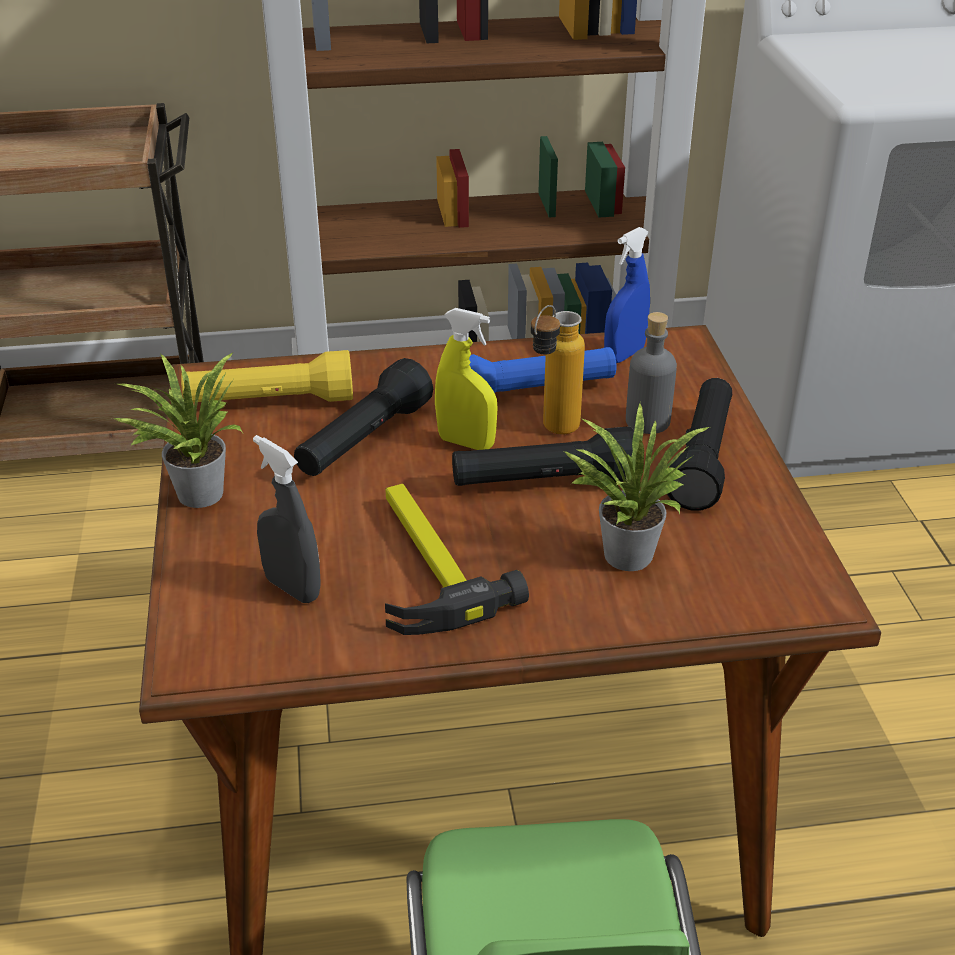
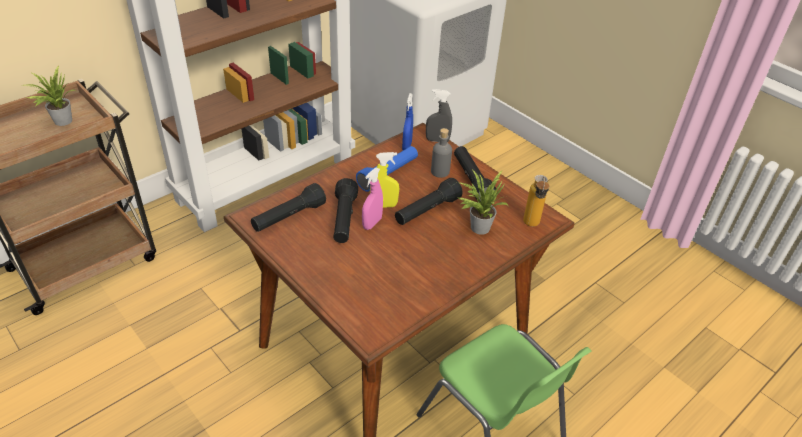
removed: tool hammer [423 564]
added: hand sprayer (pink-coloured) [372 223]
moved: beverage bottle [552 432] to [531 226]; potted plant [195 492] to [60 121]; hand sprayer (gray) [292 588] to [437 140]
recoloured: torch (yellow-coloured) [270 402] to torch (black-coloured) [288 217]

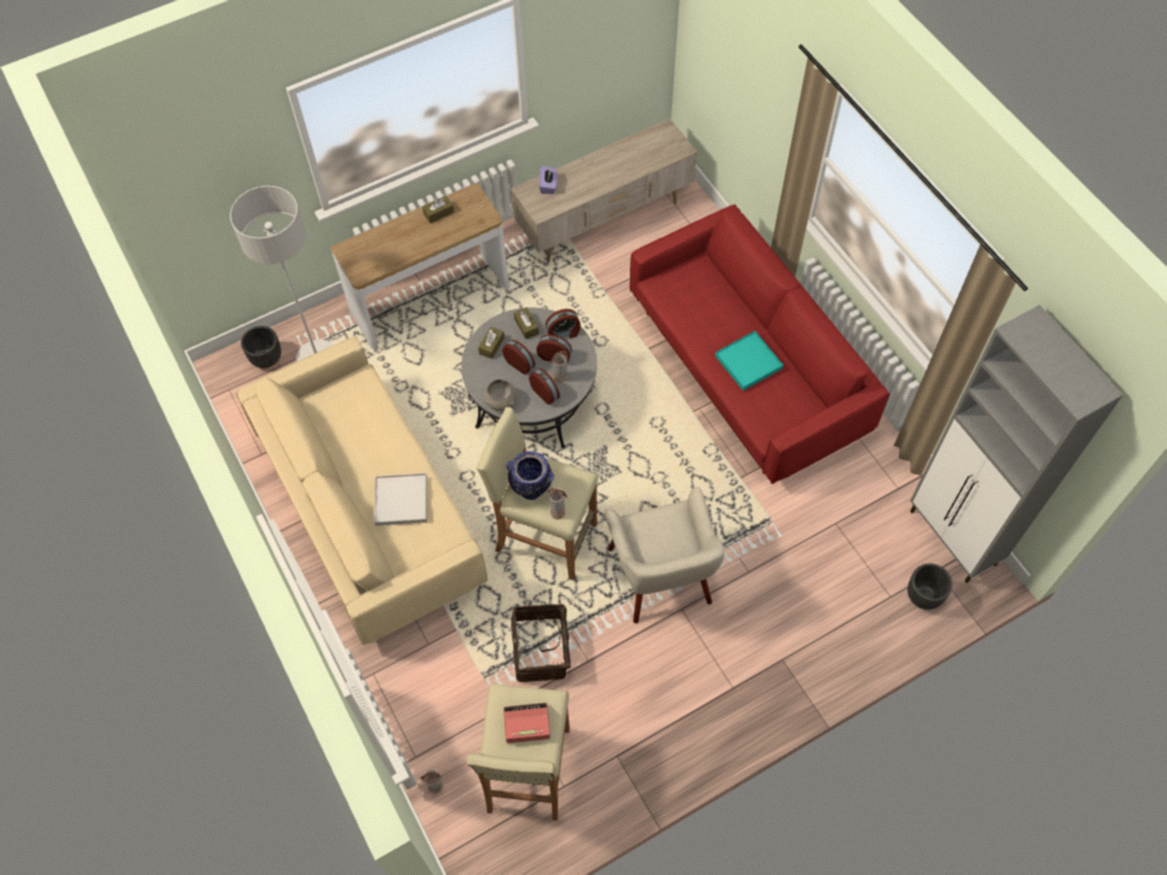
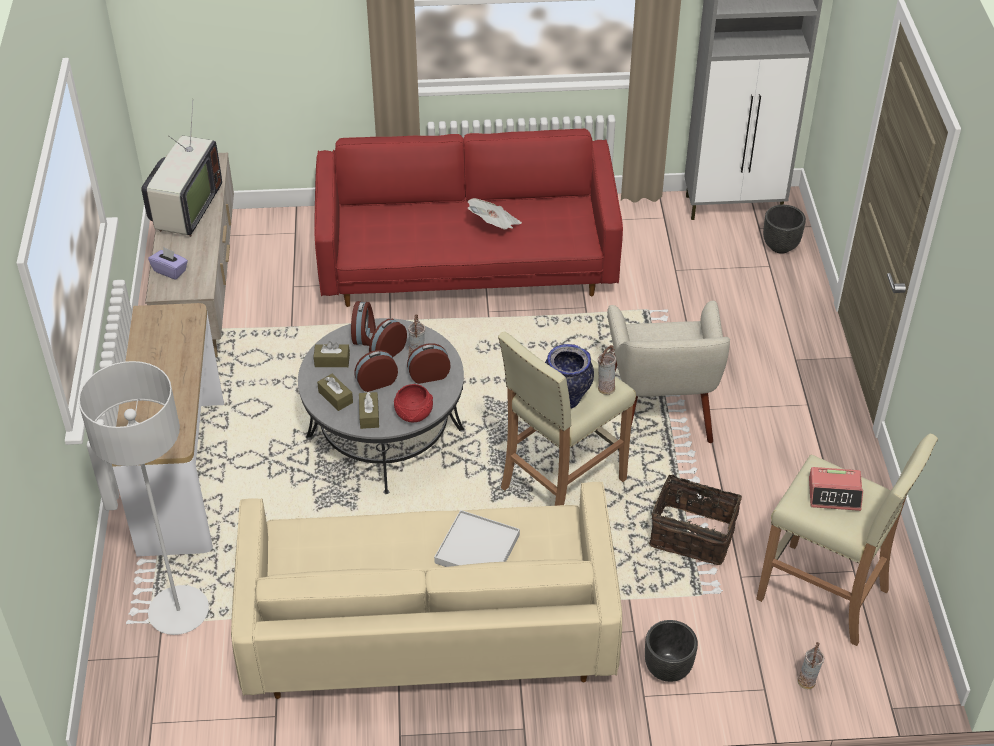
added: TV [185 210]
moved: tissue box (brown) [438 213] to [369 415]; plant pot (black-coloured) [266 359] to [667 669]
replaced: carrying tray (turquoise) [748 362] to daily paper [494 225]
recoloured: bowl (gray) [501 402] to bowl (red-coloured) [414 414]
turned: lounge chair (sand-coloured) [661 576] = [661 410] 75 degrees clockwise; table clock [526 723] = [834 494] 105 degrees counterclockwise

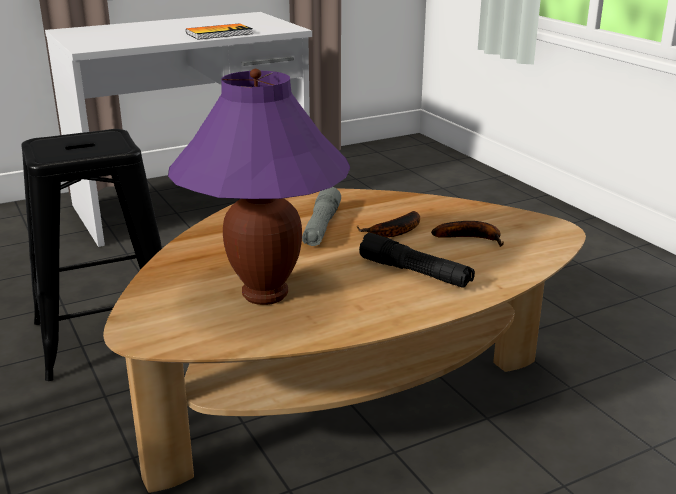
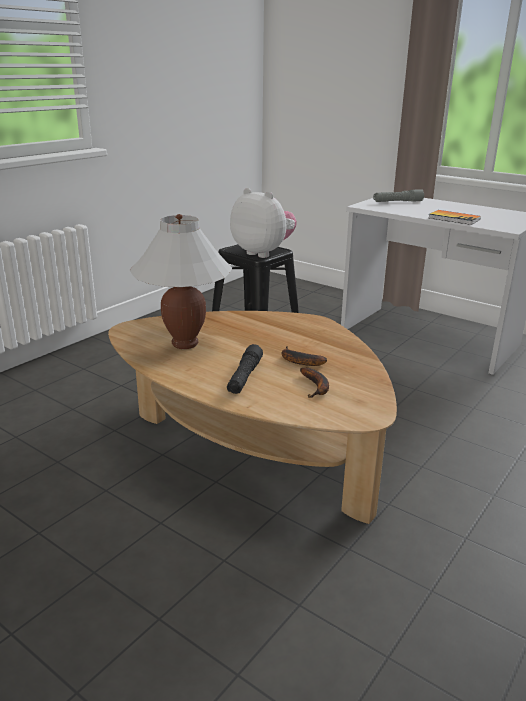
added: plush toy [263 253]
moved: torch (gray) [321 227] to [397 202]
recoloured: table lamp (purple) [264 294] to table lamp (whitish) [185 344]

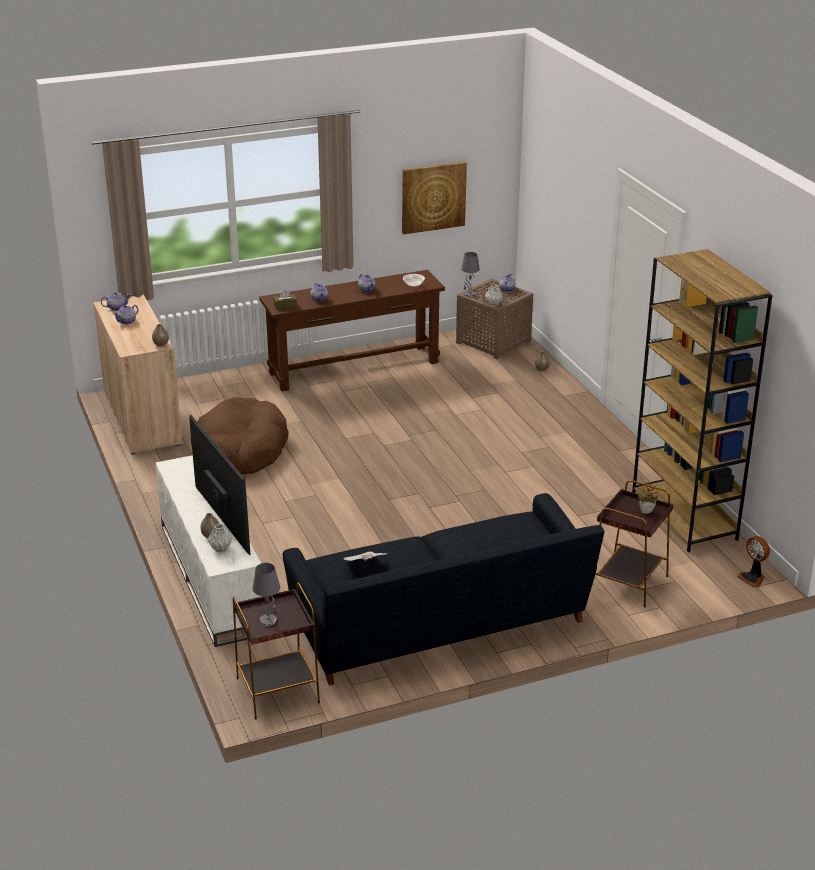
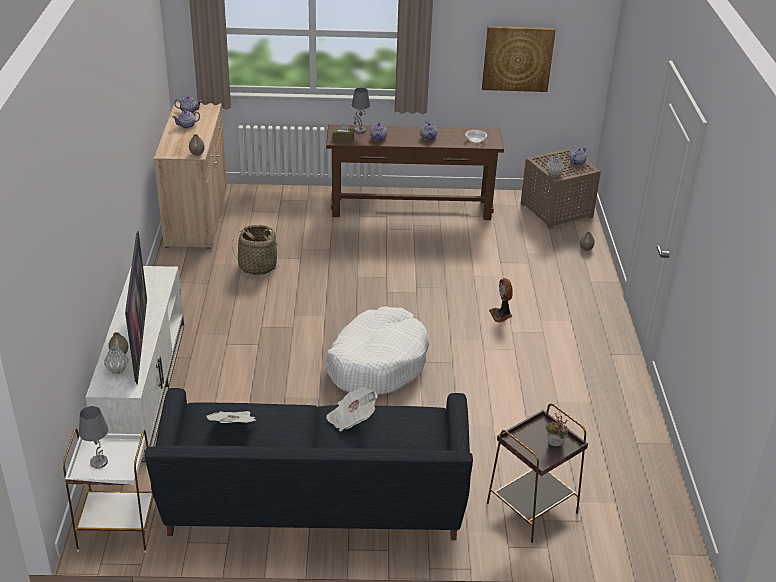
removed: bookcase (brown) [684 517]
added: dog cushion (whitish) [377 363]; daily paper [351 418]
moved: table lamp (gray) [469 294] to [360 130]; electric fan [752 578] to [501 315]
replaced: dog cushion (brown) [240 450] to storage basket [257 266]
recoloured: side table (brown) [276 690] to side table (whitish) [117 525]

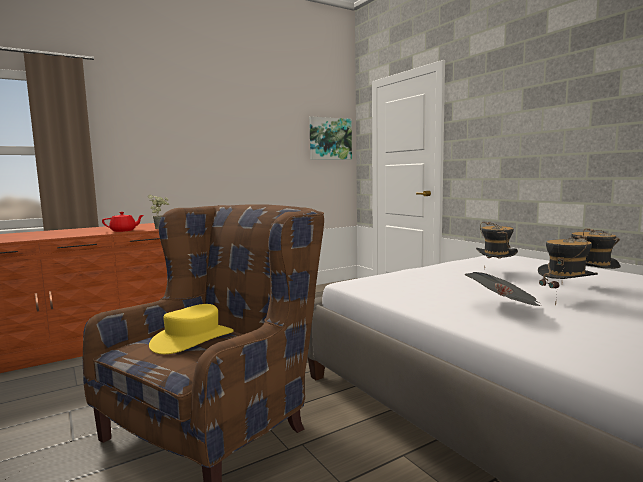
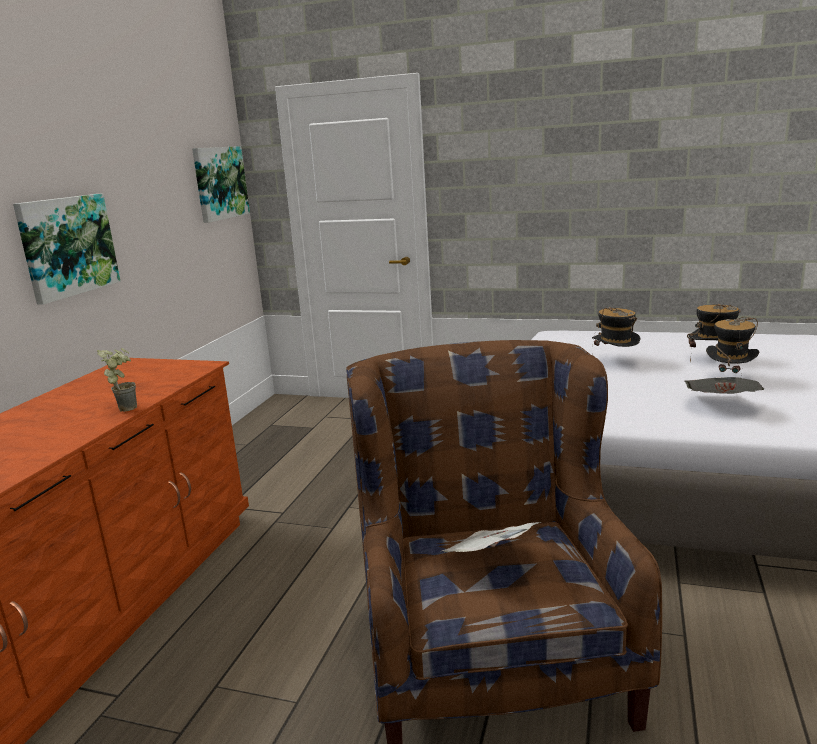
removed: teapot (red-coloured) [124 231]
added: wall art [67 246]
replaced: wearable hat (yellow-coloured) [193 339] to daily paper [490 560]

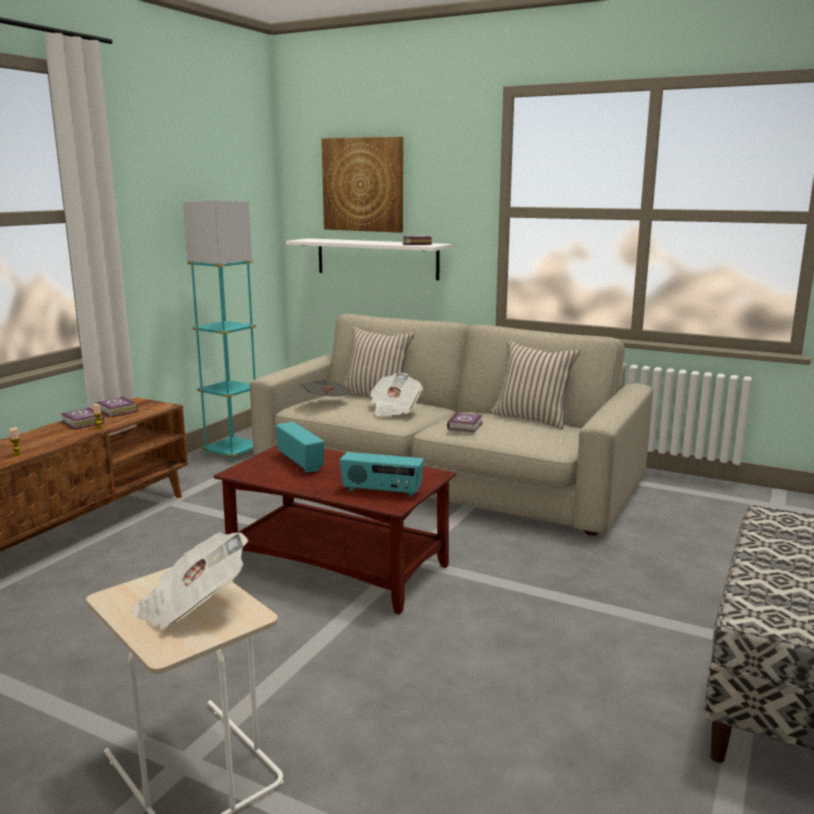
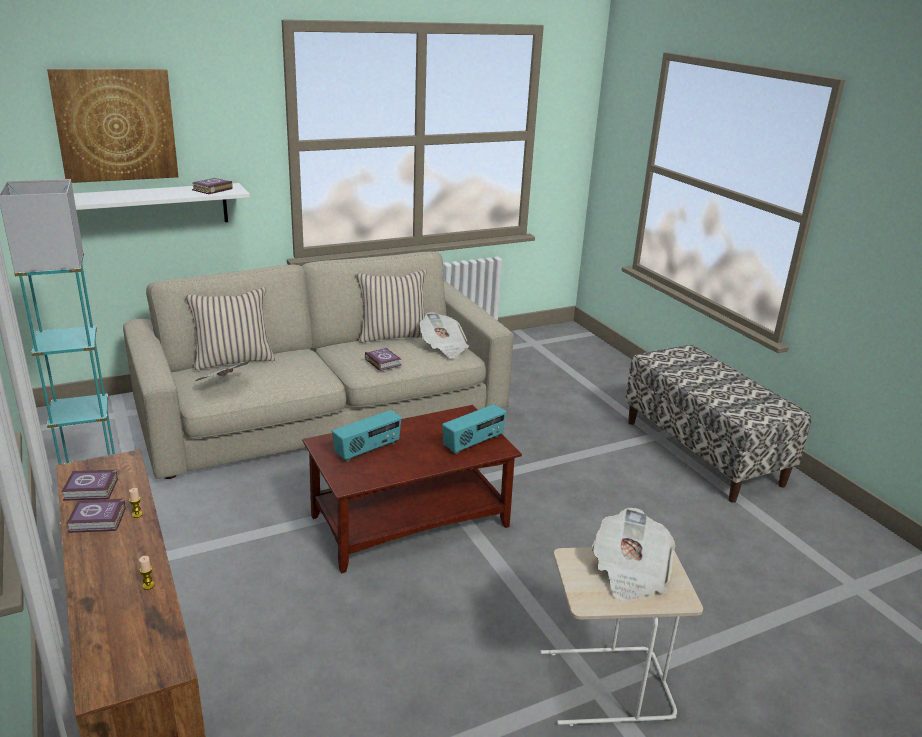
moved: daily paper [394 409] to [443 347]
turned: radio set [301 462] = [368 450] 135 degrees clockwise

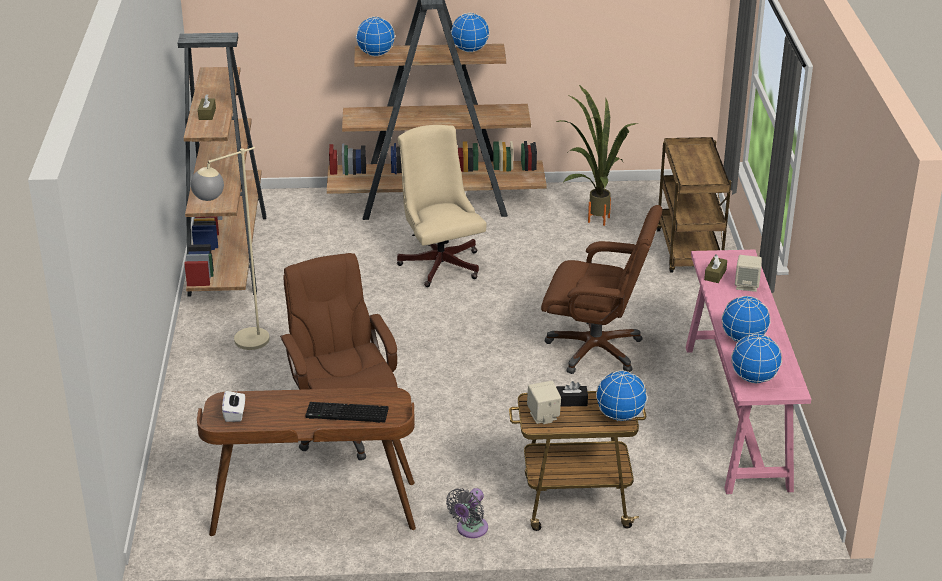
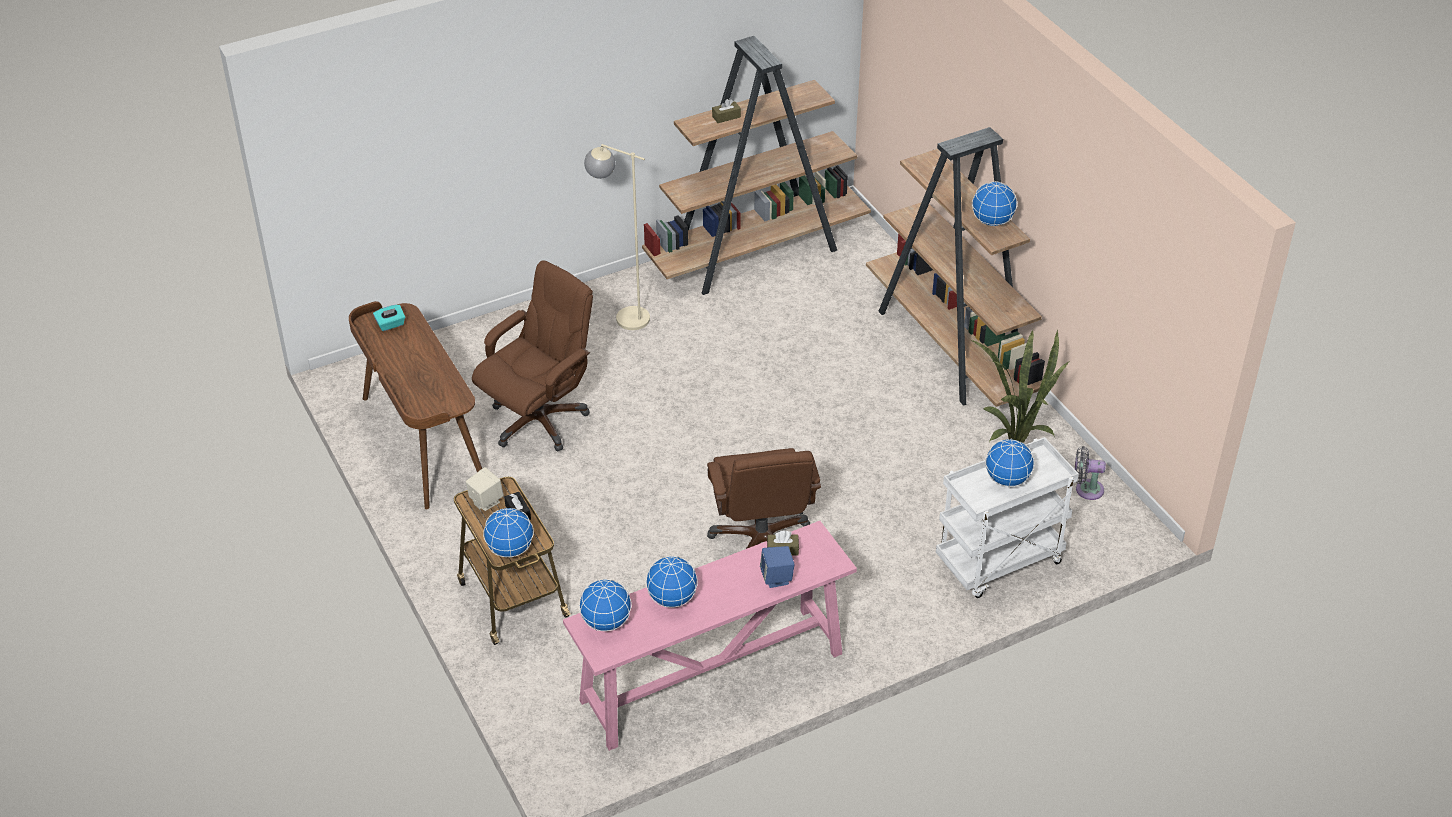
removed: computer chair (sand-coloured) [440 262]; PC keyboard [346 414]
moved: globe [376 54] to [1007 480]; electric fan (gray) [470 529] to [1086 489]
recoloured: trolley (brown) [689 252] to trolley (whitish) [999 563]; speaker (sand-coloured) [747 285] to speaker (blue) [777 578]; tissue box (whitish) [235 414] to tissue box (turquoise) [390 324]

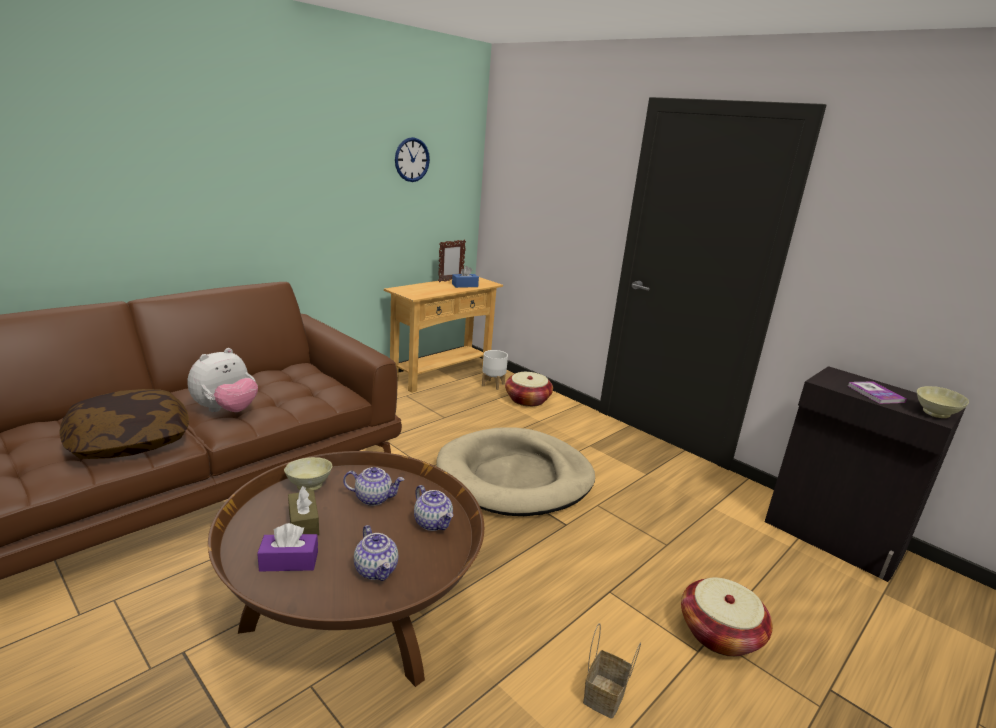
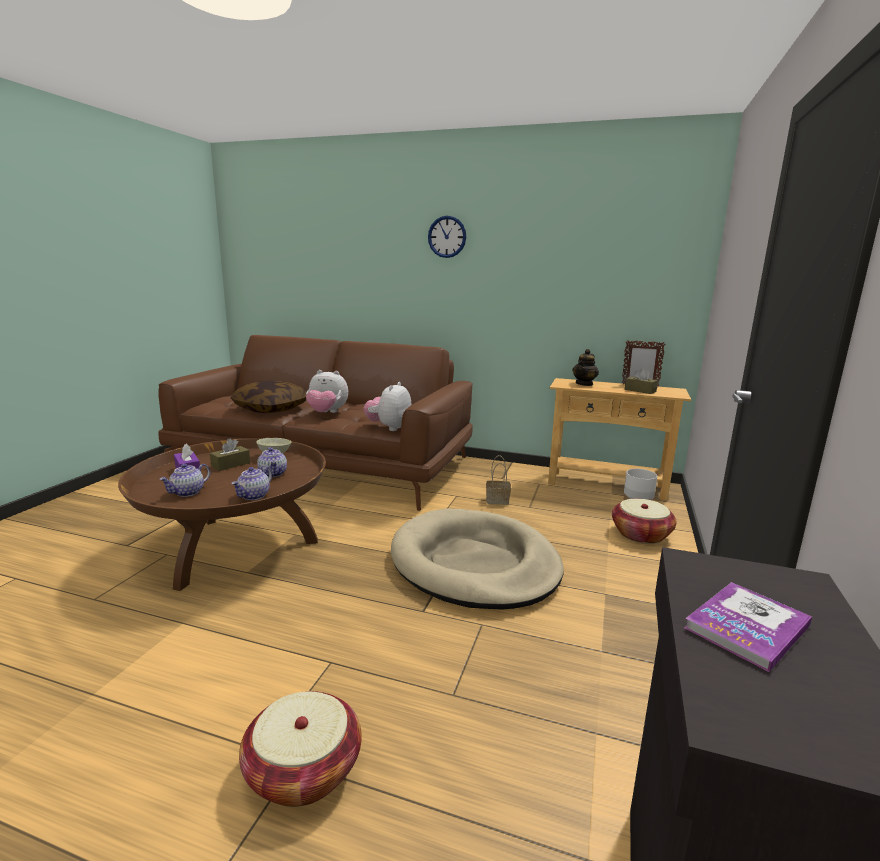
removed: bowl (sand-coloured) [934 413]
added: teapot [584 384]; plush toy [389 428]
moved: clock on the wall [412 159] to [447 237]; storage basket [604 697] to [496 500]
recoloured: tissue box (blue) [465 285] to tissue box (brown) [640 390]

